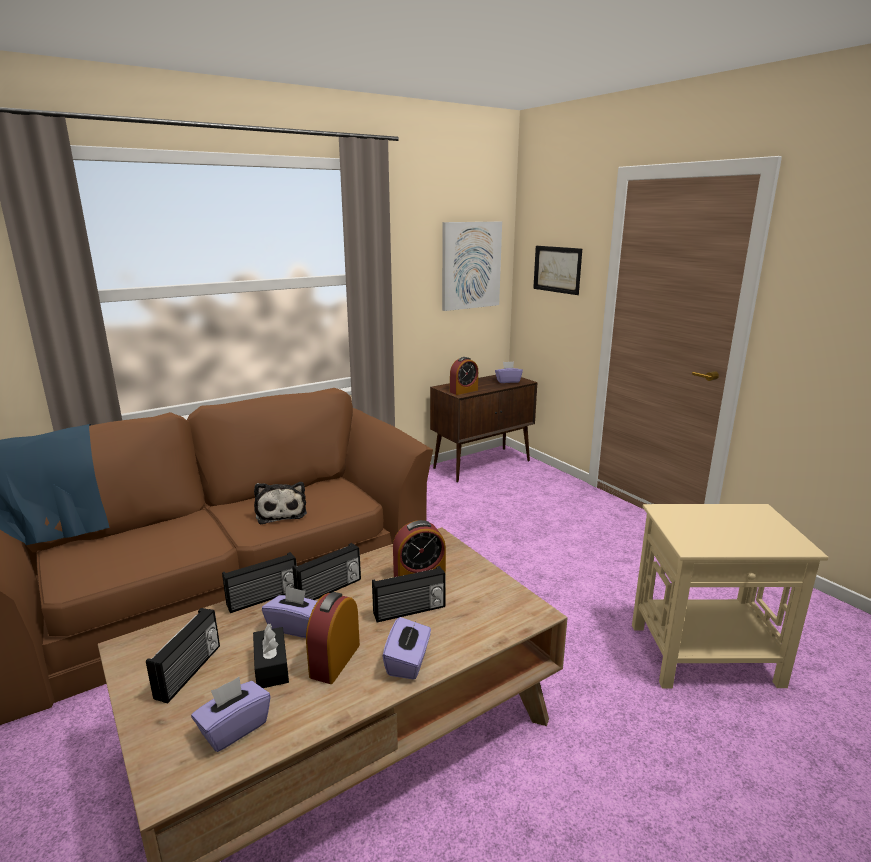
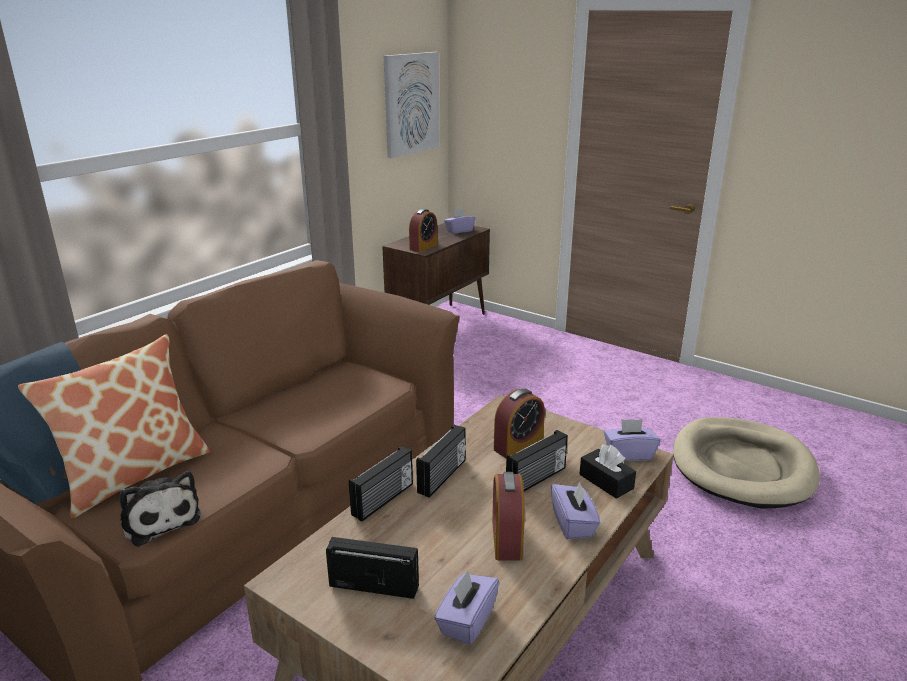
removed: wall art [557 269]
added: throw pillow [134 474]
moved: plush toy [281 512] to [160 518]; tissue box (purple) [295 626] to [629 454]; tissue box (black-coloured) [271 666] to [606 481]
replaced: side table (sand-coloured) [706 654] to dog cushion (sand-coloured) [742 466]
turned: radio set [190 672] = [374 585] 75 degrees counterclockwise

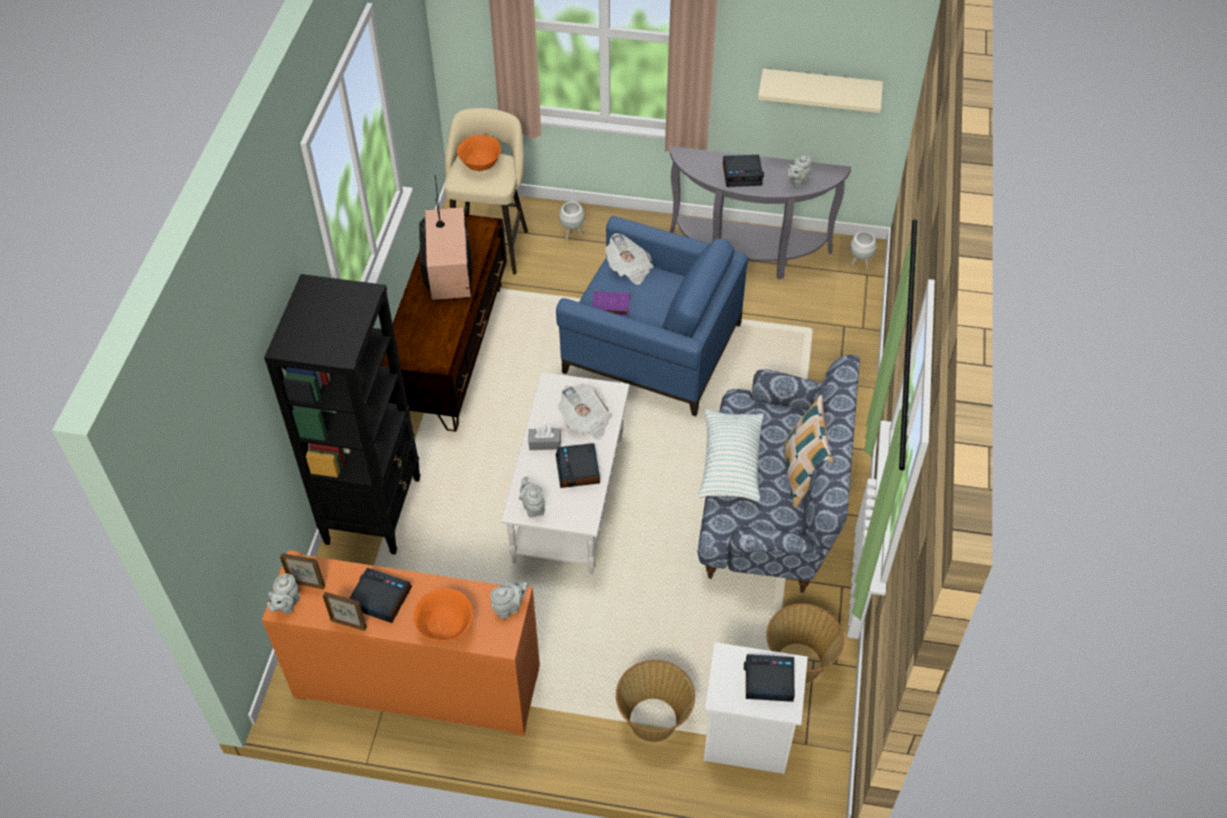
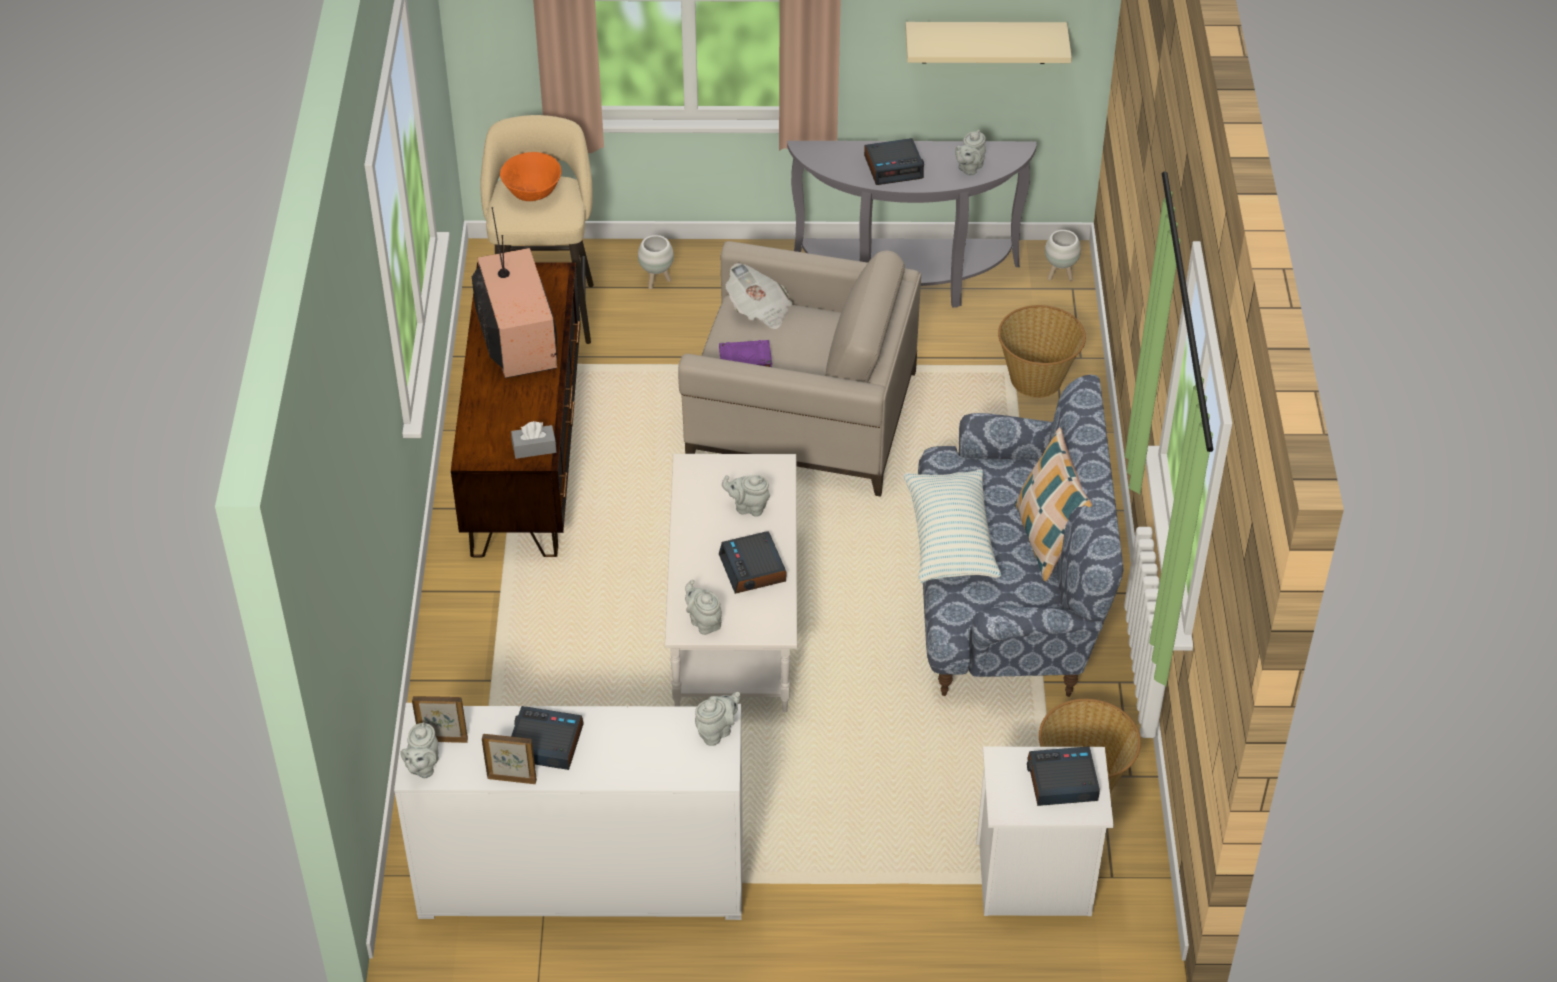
removed: bookcase (black-coloured) [374 510]; bowl (orangey) [446 628]
moved: tissue box (gray) [545 443] to [534 448]; storage basket [654 720] to [1037 379]
replaced: daily paper [585 421] to teapot (gray) [748 507]
recoloured: lounge chair (blue) [651 348] to lounge chair (sand-coloured) [801 417]; cabinet (orangey) [417 682] to cabinet (whitish) [582 876]

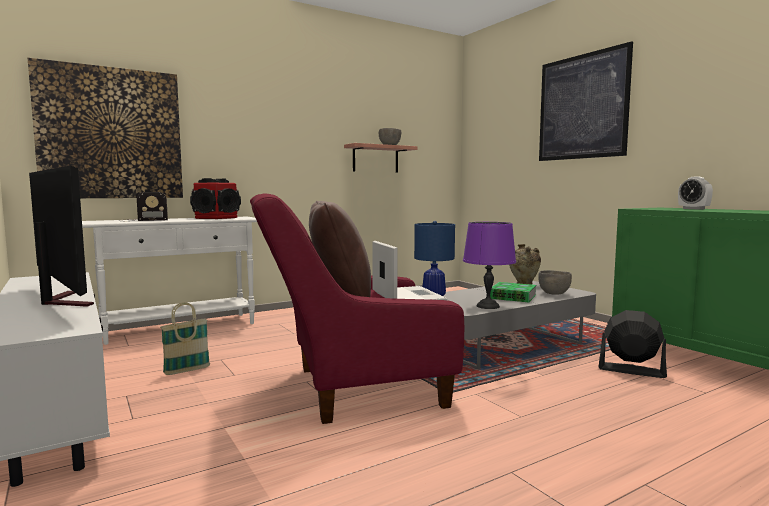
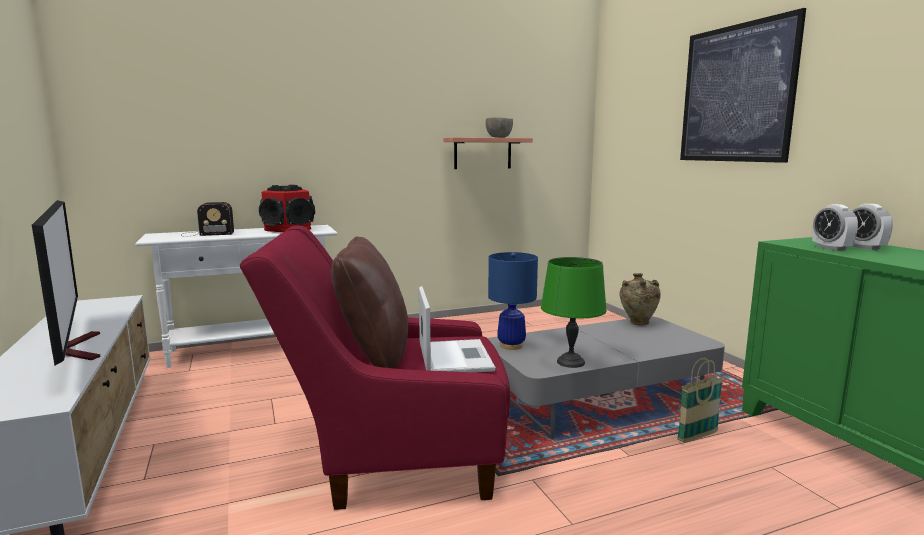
removed: wall art [111 133]; bowl (gray) [554 294]; book [513 296]; electric fan (black-coloured) [631 370]
added: table clock [831 248]
moved: storage basket [187 370] to [697 436]
recoloured: table lamp (purple) [487 306] to table lamp (greenish) [570 362]

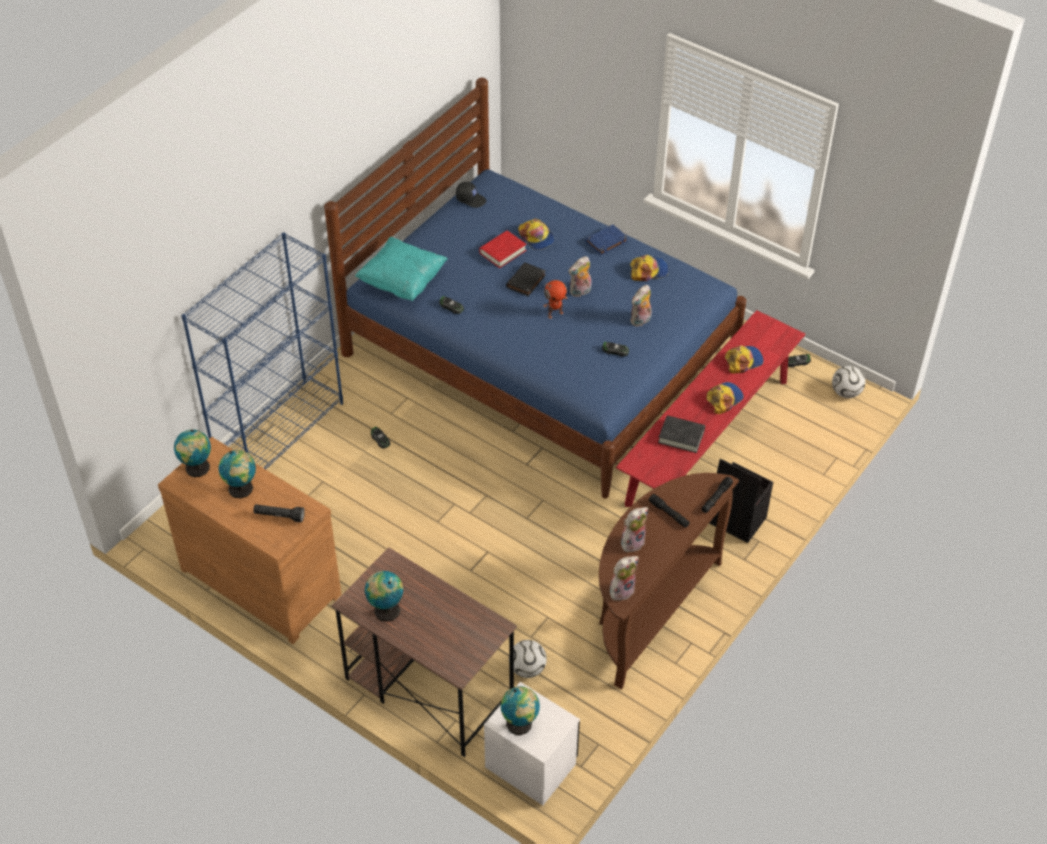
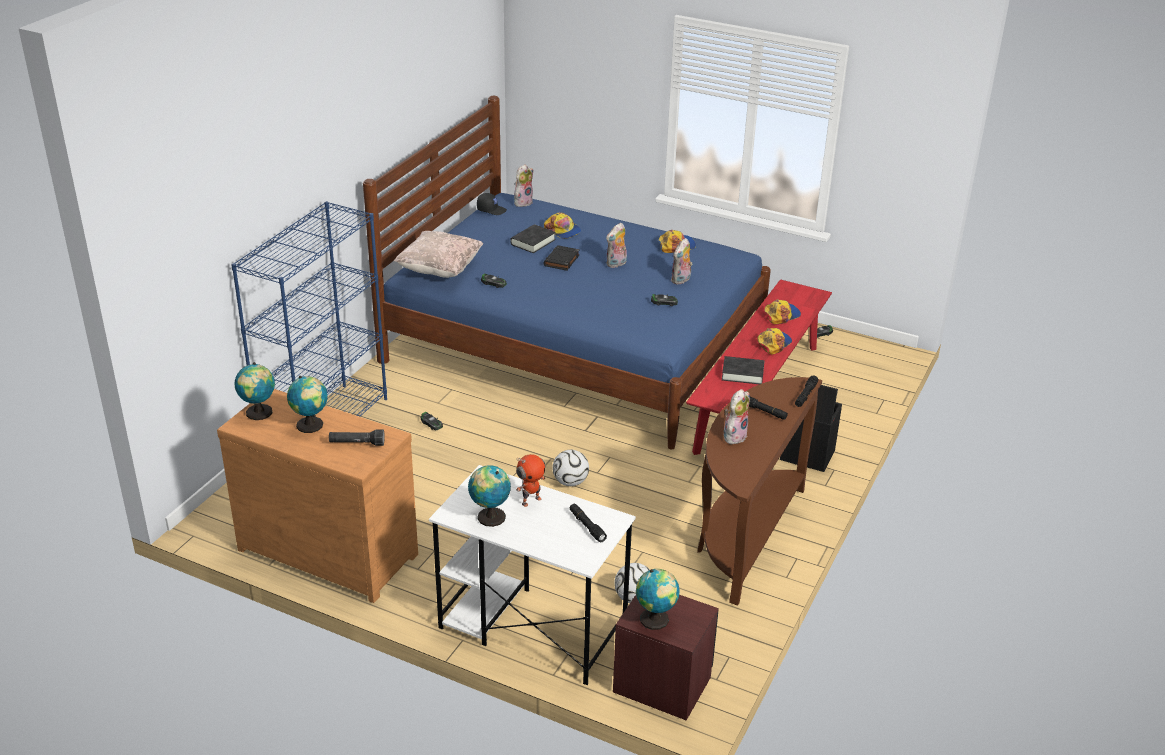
removed: book (blue) [606 242]
added: torch (black-coloured) [587 526]
moved: robot figure [555 313] to [531 500]; football [846 392] to [570 482]; plush toy [621 589] to [523 202]
recoloured: book (red-coloured) [502 252] to book (black-coloured) [533 242]; throw pillow (turquoise) [402 282] to throw pillow (sand-coloured) [439 270]; desk (brown) [428 688] to desk (whitish) [531 626]; nightstand (whitish) [531 765] to nightstand (brown) [662 684]

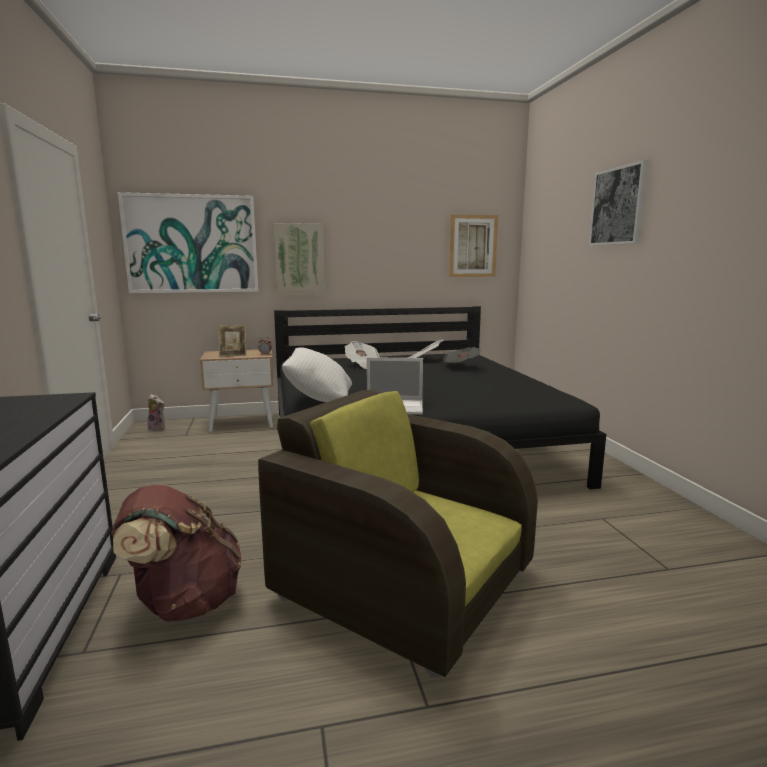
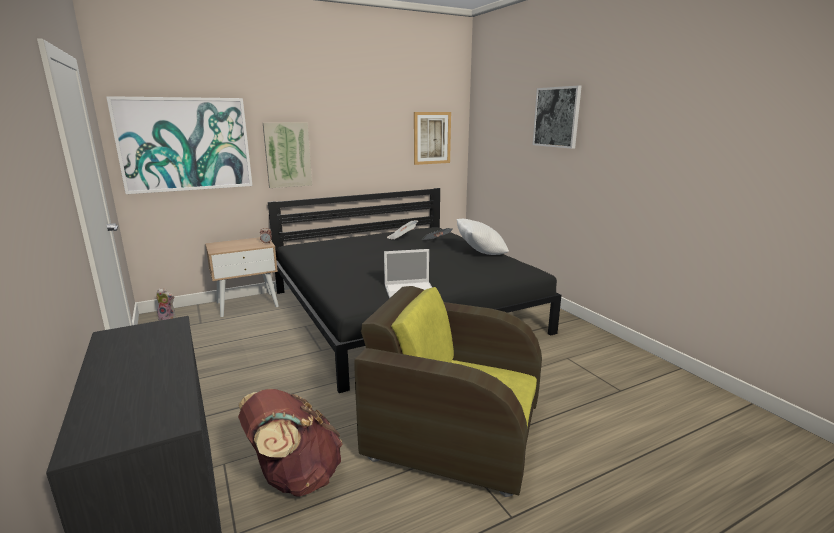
removed: picture frame [233 355]; daily paper [363 365]
moved: throw pillow (whitish) [319 400] to [480 253]

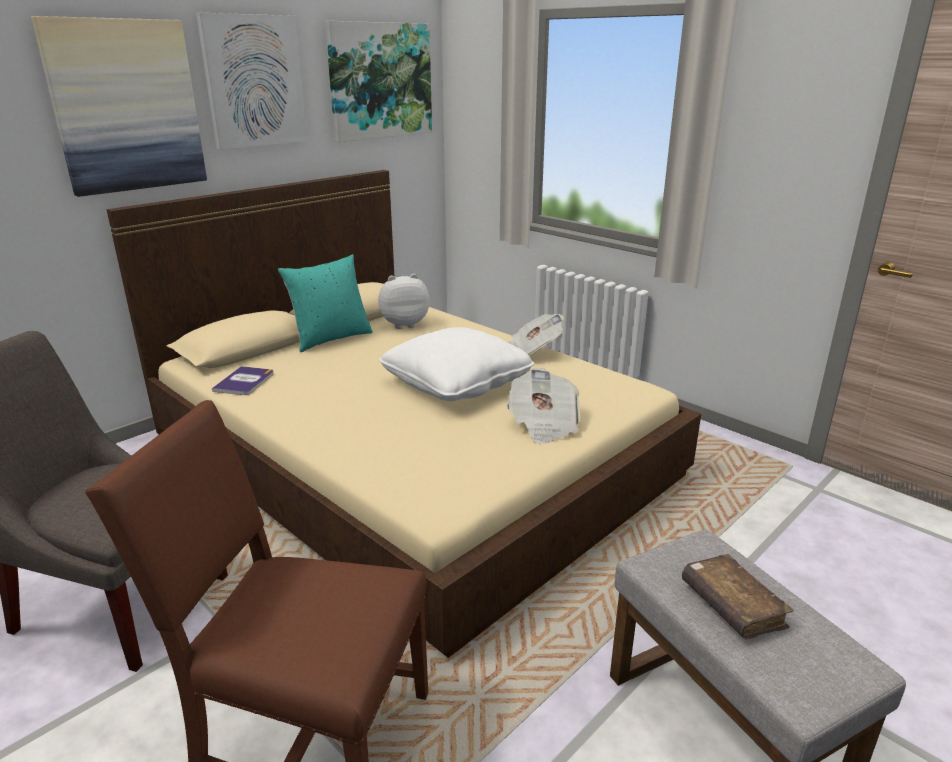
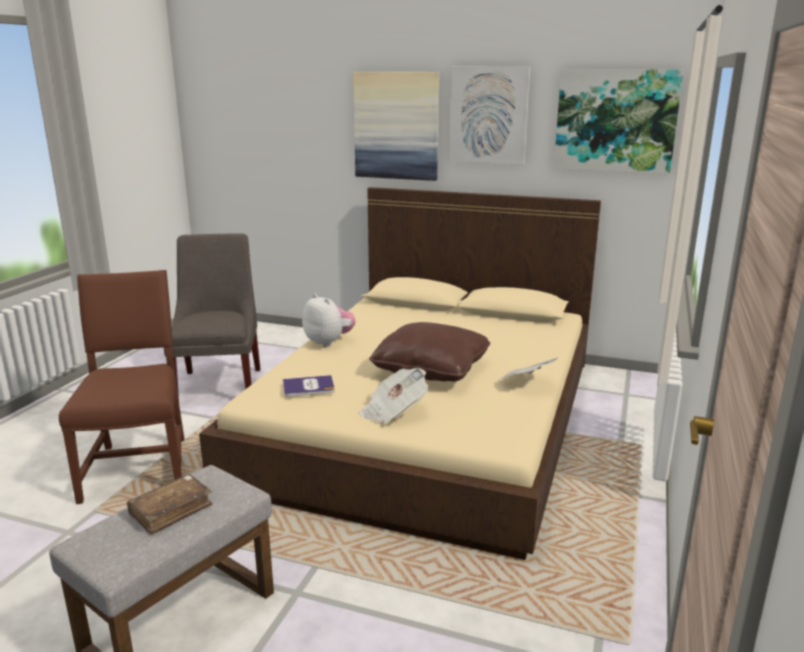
removed: throw pillow (turquoise) [330 338]
moved: plush toy [403 324] to [329 342]; book [244 382] to [308 387]
recoloured: throw pillow (whitish) [457 384] to throw pillow (brown) [430 369]

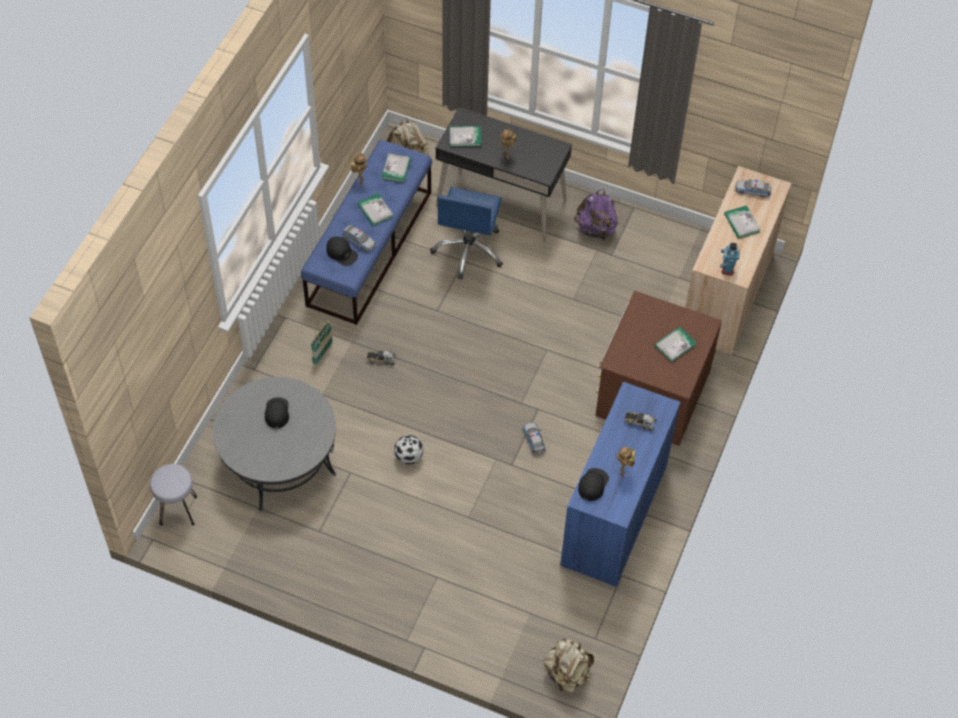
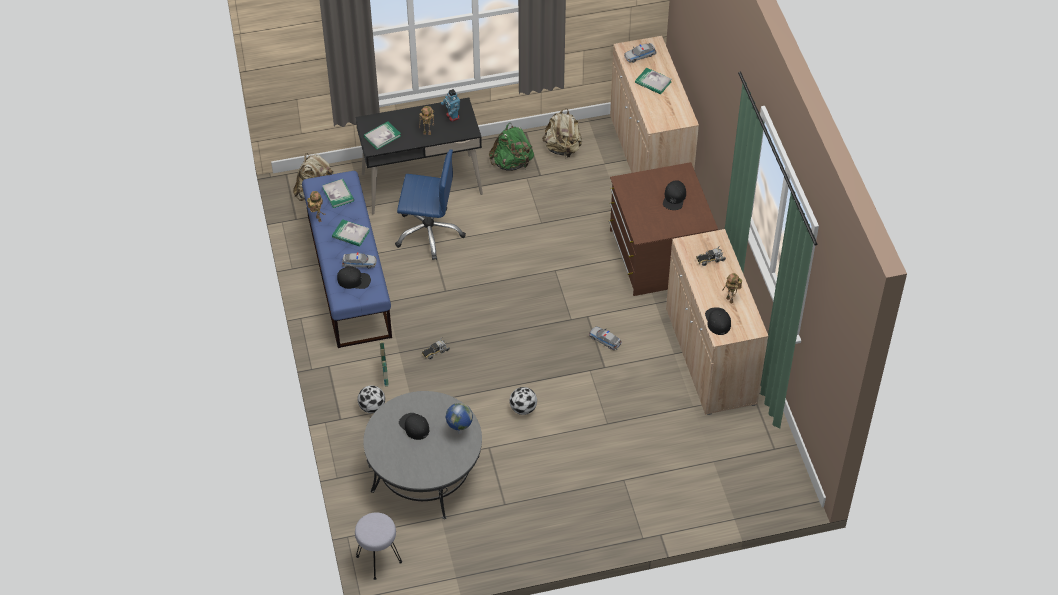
added: football [372 407]; globe [459 431]
moved: robot figure [727 269] to [452 116]; knapsack (sand-coloured) [567 674] to [563 148]
replaced: book [675 345] to cap (black-coloured) [674 198]
recoloured: knapsack (purple) [596 229] to knapsack (greenish) [512 163]; cabinet (blue) [614 515] to cabinet (sand-coloured) [710 357]
turned: computer chair (blue) [469 250] = [429 233] 60 degrees counterclockwise

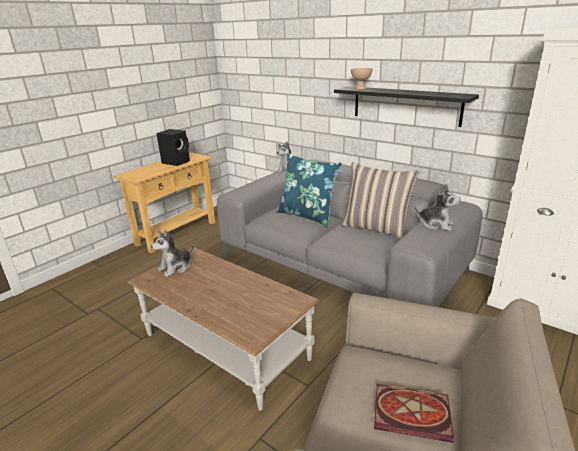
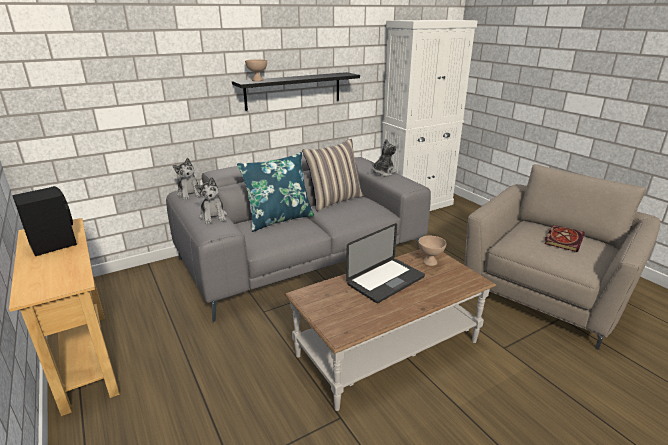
added: portable computer [386 281]; bowl (sand-coloured) [430 262]
moved: plush toy [176 267] to [213 216]

